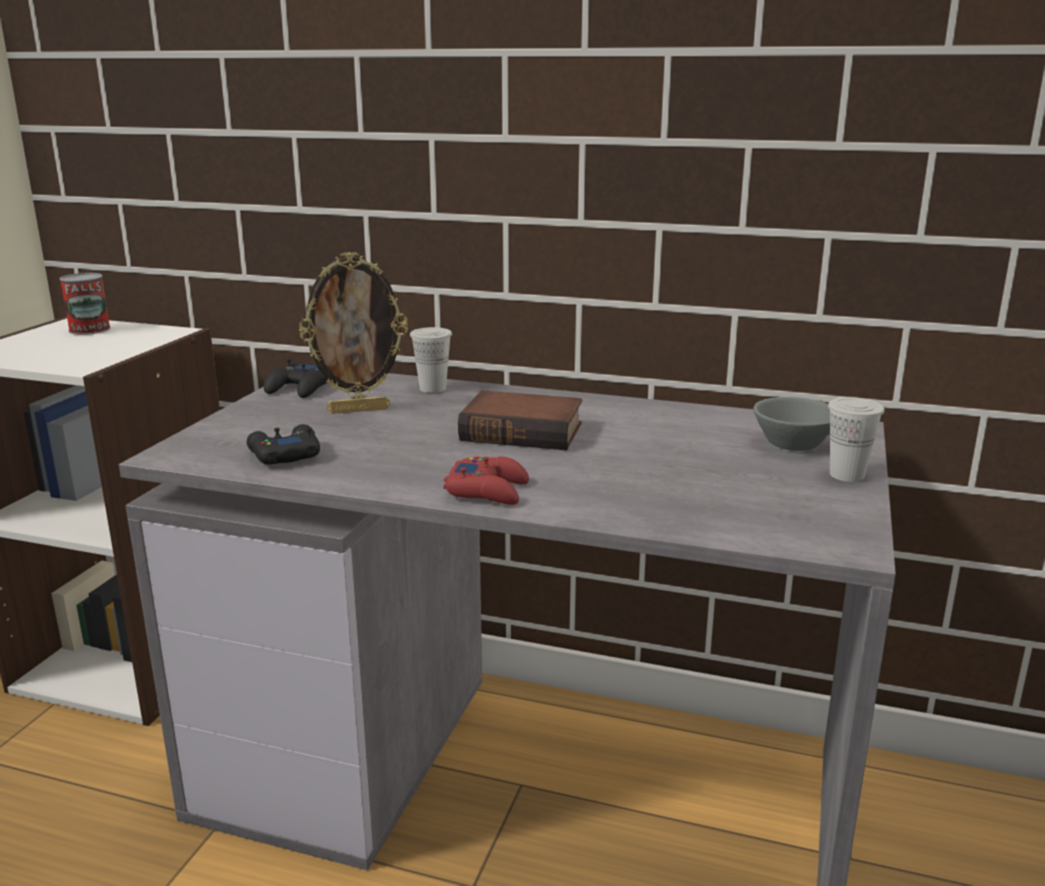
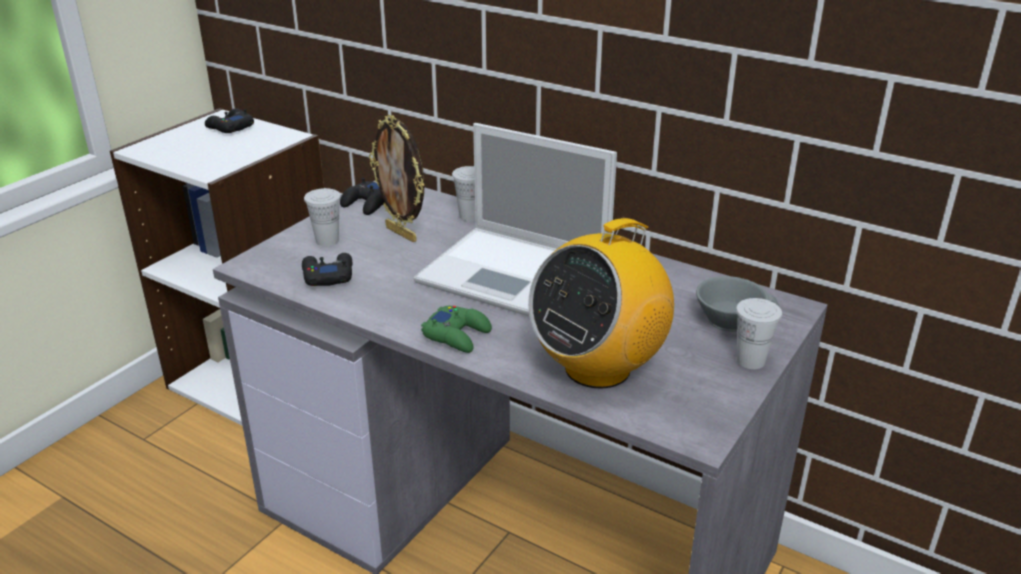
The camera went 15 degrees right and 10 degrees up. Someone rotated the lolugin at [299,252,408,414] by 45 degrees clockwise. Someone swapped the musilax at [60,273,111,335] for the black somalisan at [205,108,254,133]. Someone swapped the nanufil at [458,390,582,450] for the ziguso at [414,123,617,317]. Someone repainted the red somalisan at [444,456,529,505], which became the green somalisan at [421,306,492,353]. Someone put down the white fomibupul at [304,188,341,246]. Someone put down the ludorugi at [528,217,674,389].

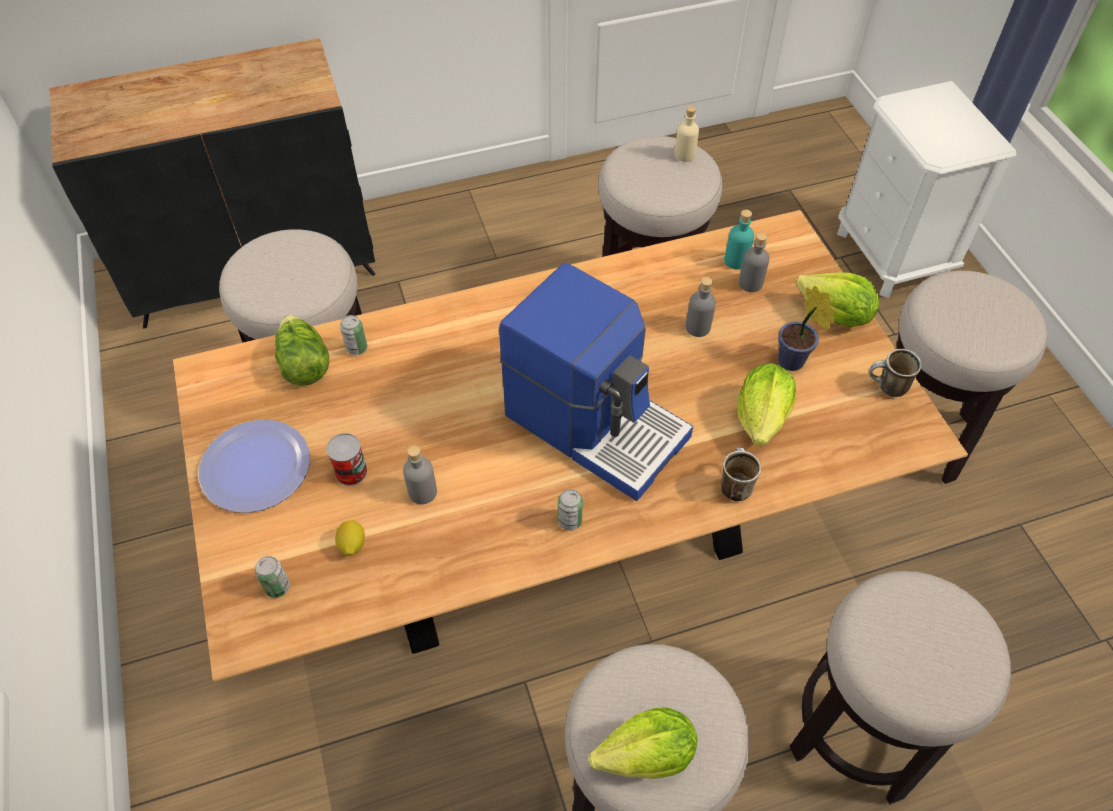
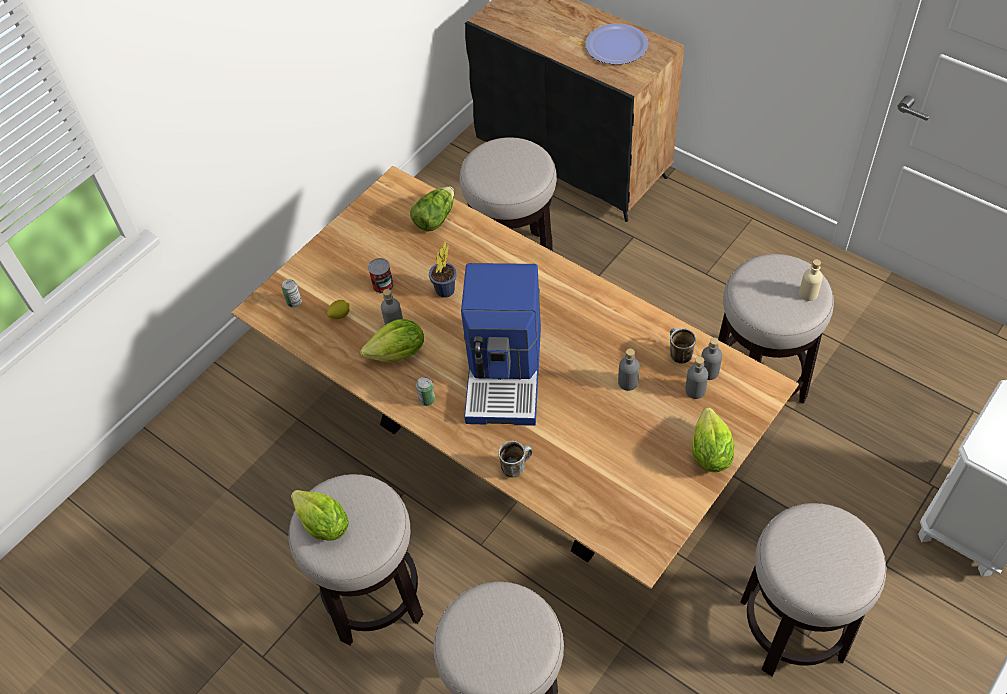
The camera went 60 degrees right and 0 degrees up. Someone repainted the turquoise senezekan at [724,210,754,269], which became the grey senezekan at [701,338,722,380]. Someone carried the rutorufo from [778,286,835,371] to [429,241,457,298]. Someone took away the musilax at [340,315,367,355]. Someone carried the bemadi from [870,349,922,397] to [670,328,696,364]. Someone carried the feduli from [737,363,796,447] to [360,319,424,362]. Someone carried the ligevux from [198,420,310,513] to [585,23,648,65].

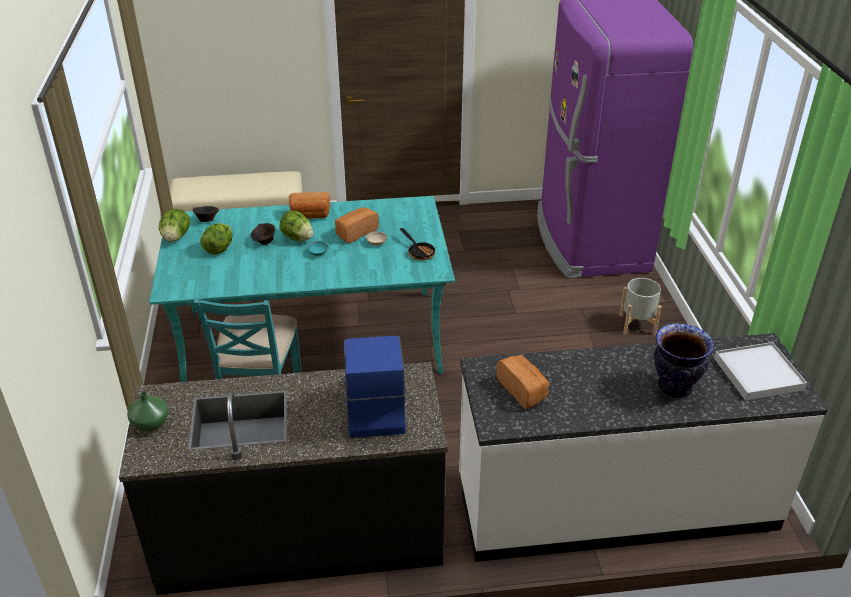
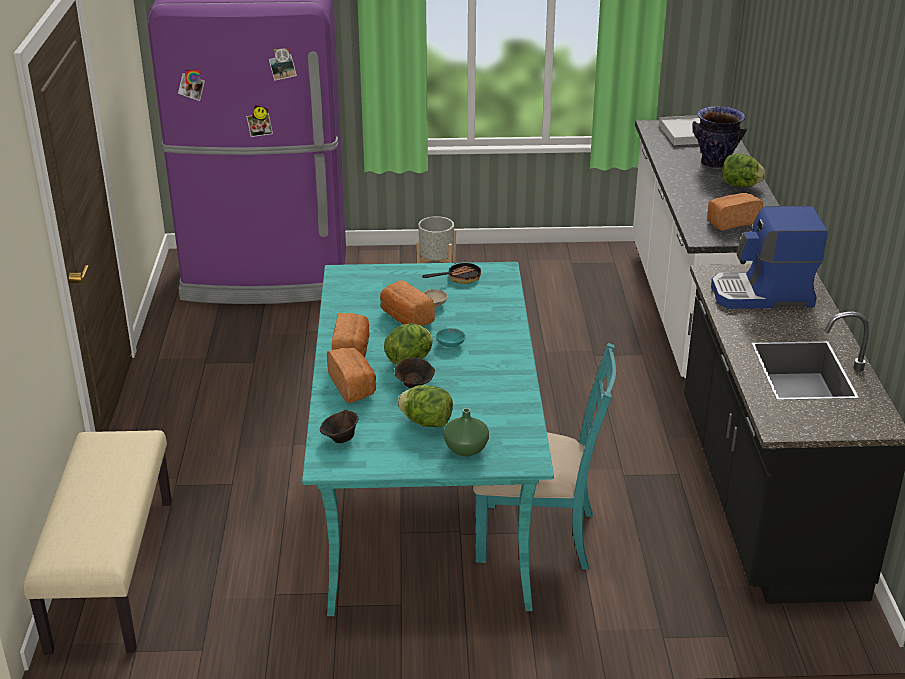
The camera went 85 degrees left and 5 degrees down. Someone carried the feduli from [159,209,191,242] to [722,153,766,187]. Someone carried the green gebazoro from [127,392,169,432] to [444,408,489,456]. Someone put down the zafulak at [327,348,376,403].

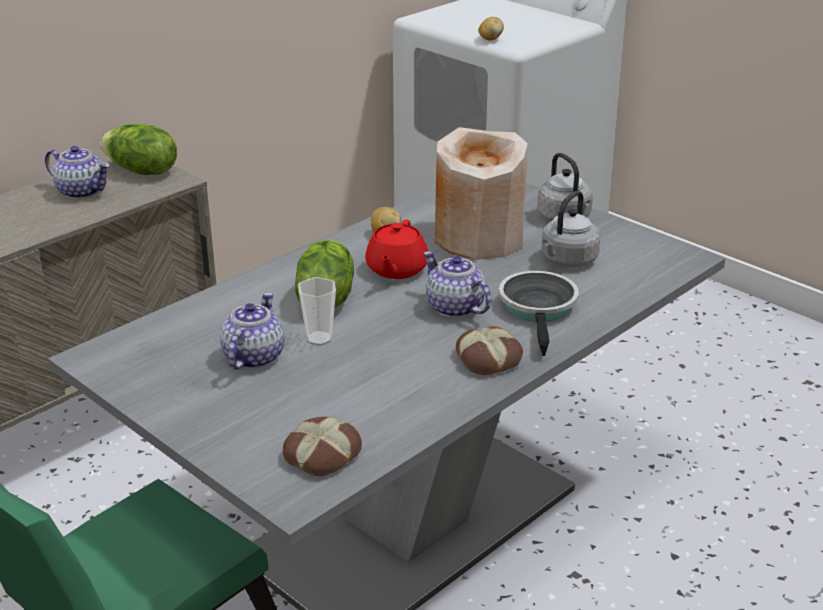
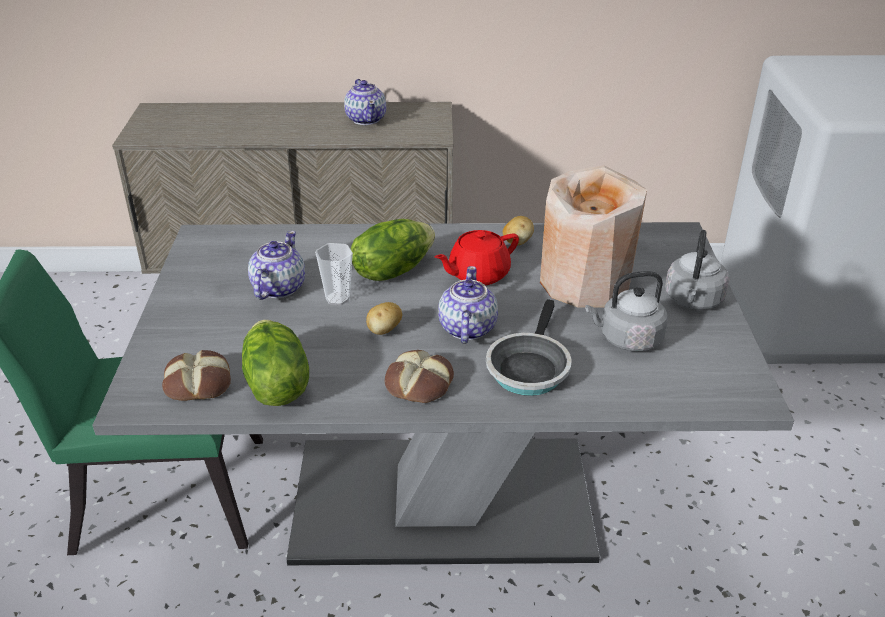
The camera went 45 degrees right and 5 degrees up. Someone carried the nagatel from [478,17,504,41] to [366,302,402,335]. Someone carried the feduli from [100,124,177,175] to [242,320,309,406]. Someone rotated the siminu at [499,271,579,356] by 150 degrees clockwise. Someone rotated the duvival at [220,292,285,370] by 45 degrees counterclockwise.

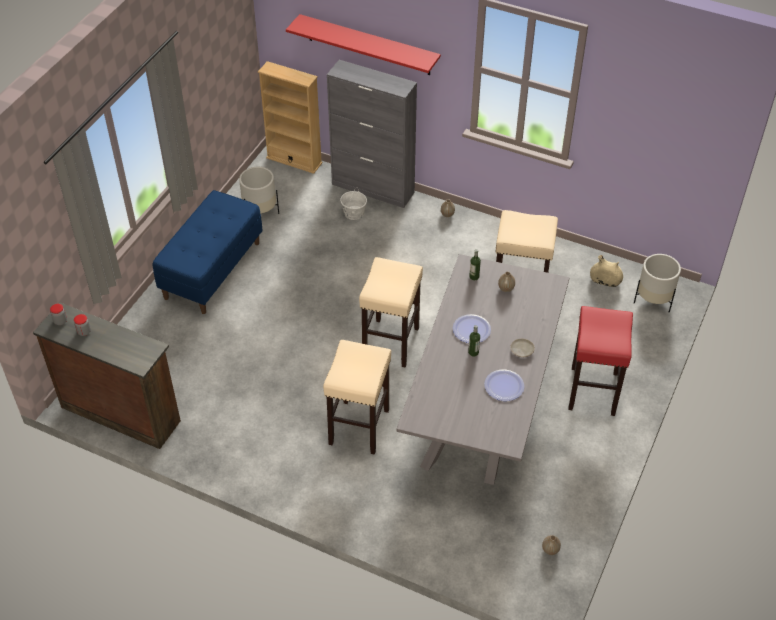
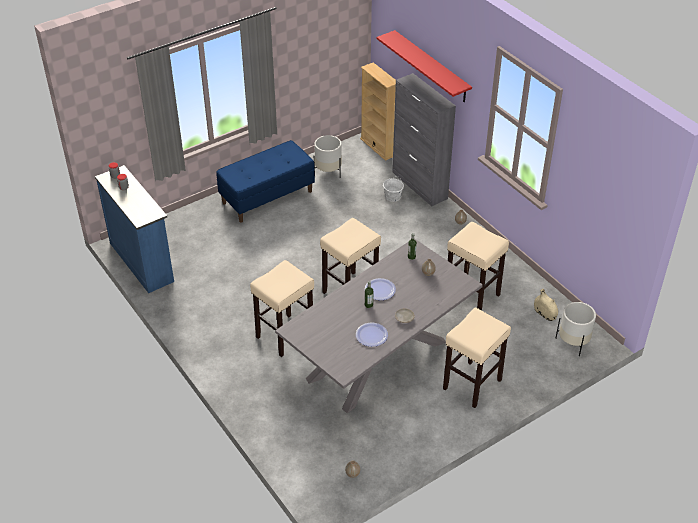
The camera went 30 degrees right and 5 degrees down. Someone repainted the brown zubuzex at [33,303,181,449], which became the blue zubuzex at [95,165,174,293]. Someone repainted the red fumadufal at [568,306,633,416], which became the beige fumadufal at [443,307,511,408].

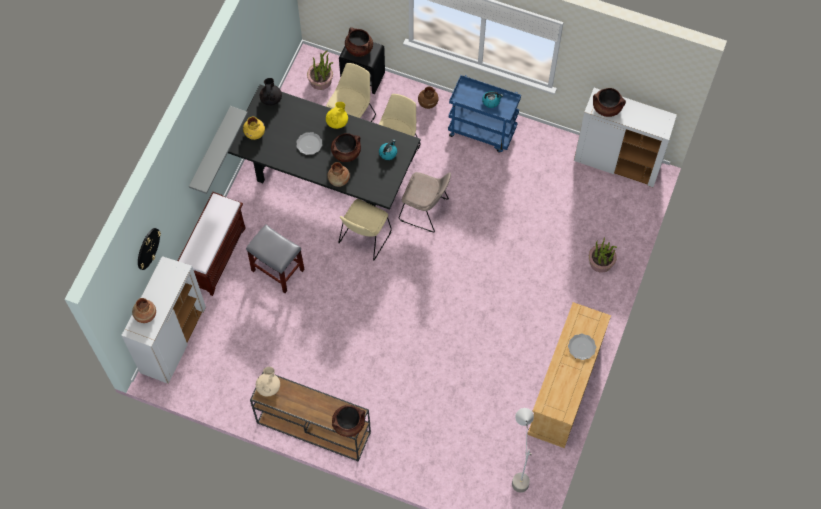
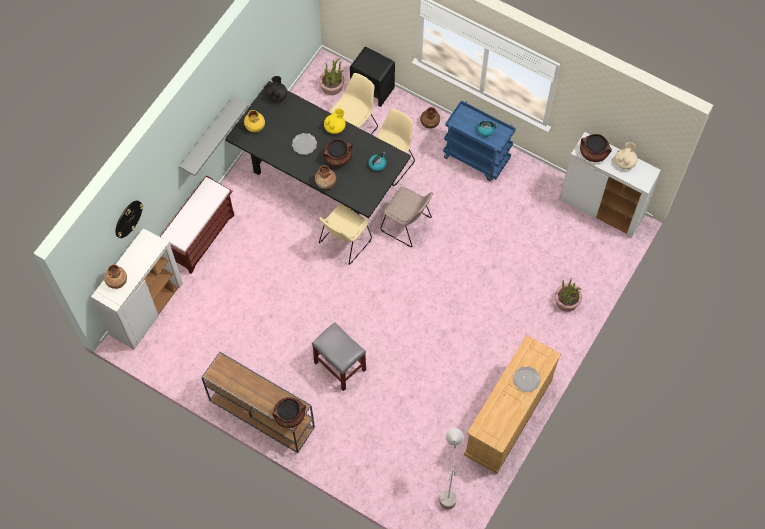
The camera went 10 degrees right and 0 degrees up. Someone took away the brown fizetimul at [345,27,373,57]. Someone carried the grey fumadufal from [246,224,304,293] to [312,322,366,391]. Someone carried the beige duvival from [256,367,280,397] to [615,142,637,169].

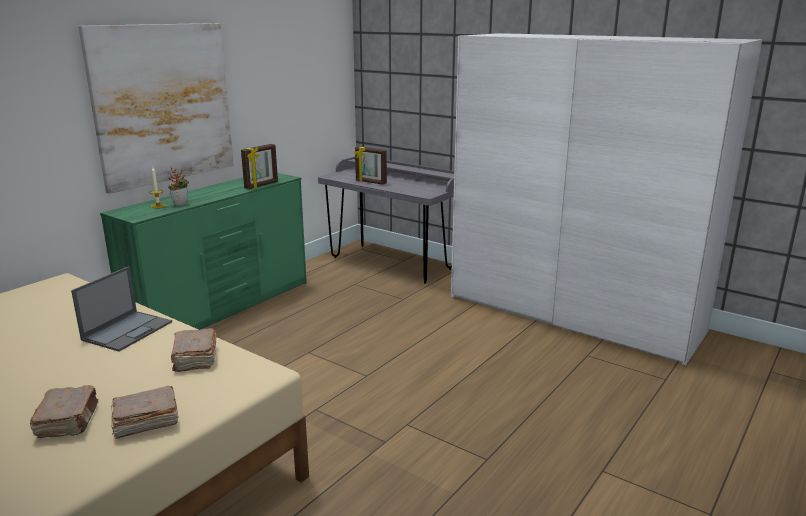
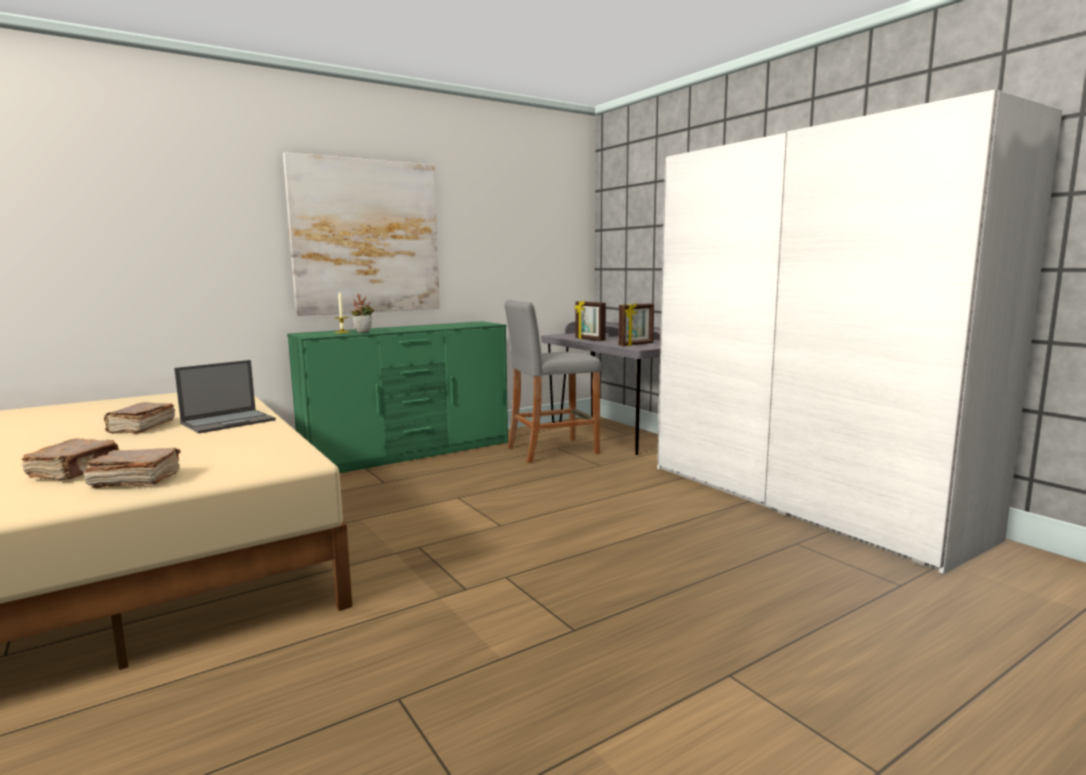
The camera went 20 degrees right and 10 degrees down. Someone carried the lolugin from [241,144,278,189] to [619,303,654,346]. Someone carried the brown nanufil from [171,328,216,372] to [104,402,175,434]. Someone put down the grey fumadufal at [505,300,601,463].

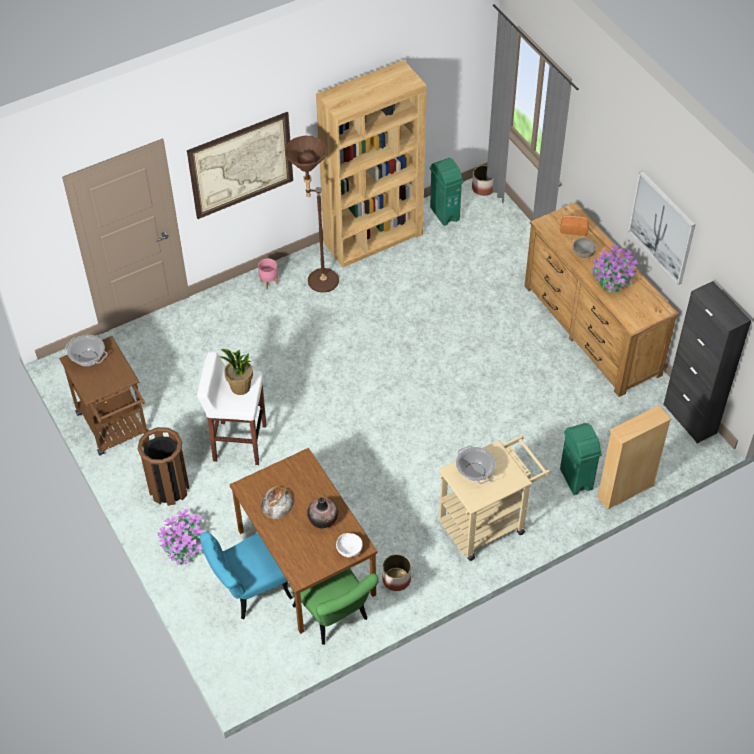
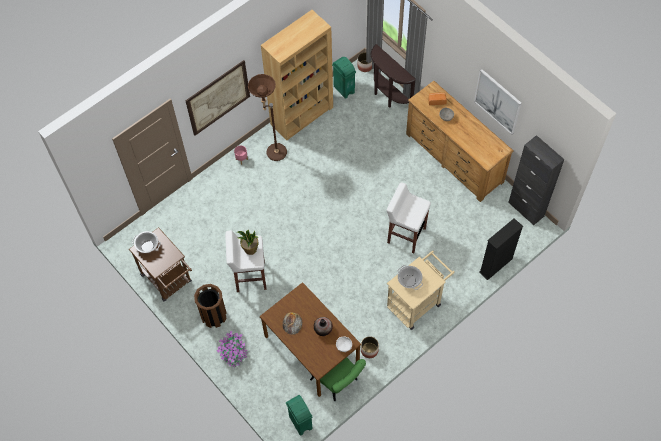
The camera went 10 degrees left and 10 degrees up. Someone took away the rutorufo at [591,245,638,293]. Someone repainted the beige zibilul at [596,405,671,510], which became the black zibilul at [479,218,523,280]. Someone carried the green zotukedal from [560,423,602,495] to [286,395,313,436]. Someone took away the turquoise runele at [200,532,293,619]. Someone put down the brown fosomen at [371,44,416,108]. Someone put down the white fumadufal at [386,182,431,253].

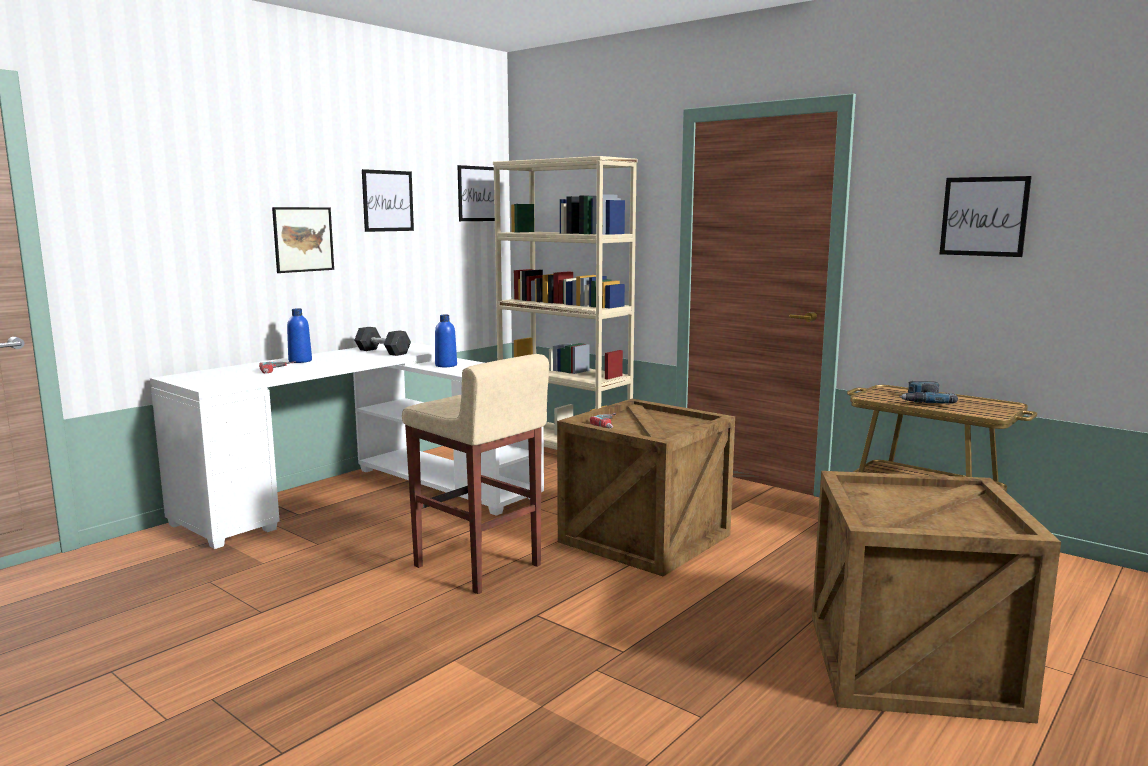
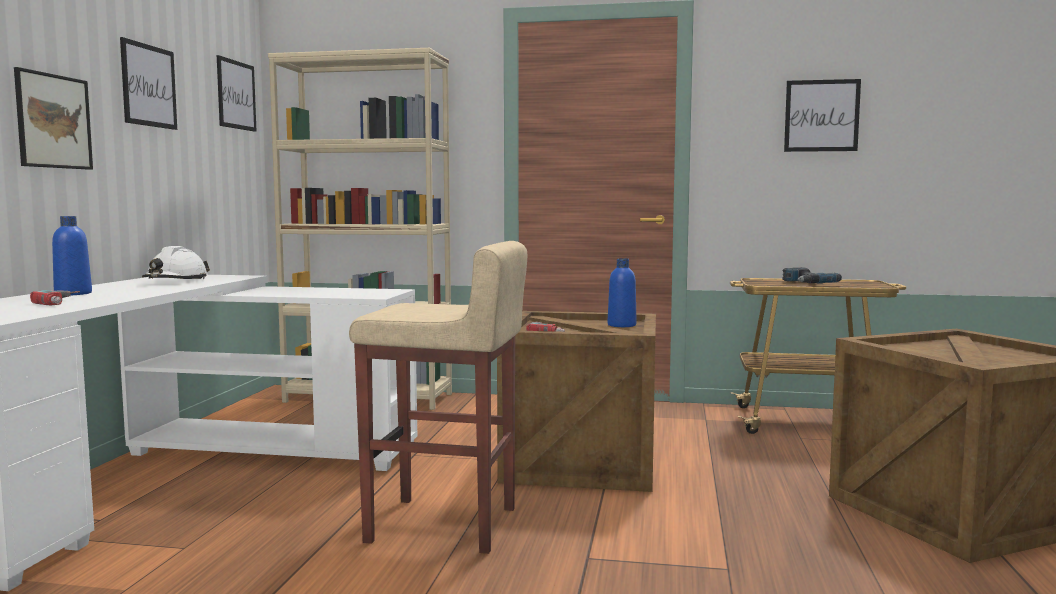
The camera went 30 degrees left and 5 degrees down. Someone carried the blue senezekan from [435,315,457,367] to [608,258,636,327]. Someone swapped the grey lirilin at [354,327,411,356] for the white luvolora at [142,246,210,279].

